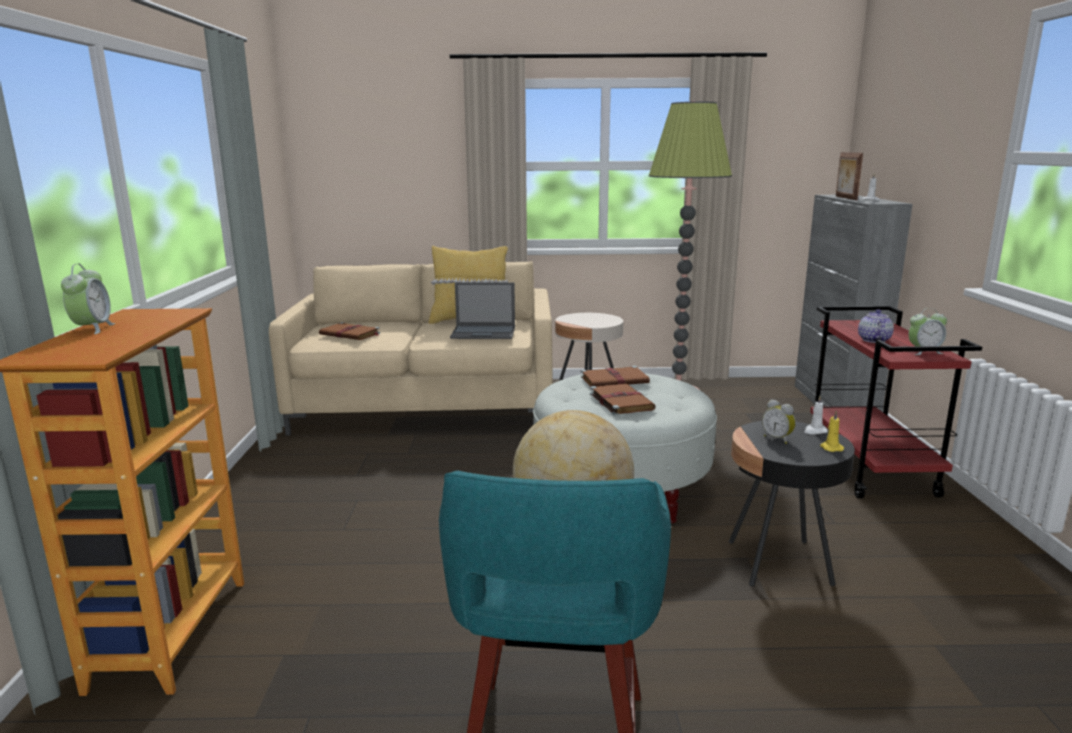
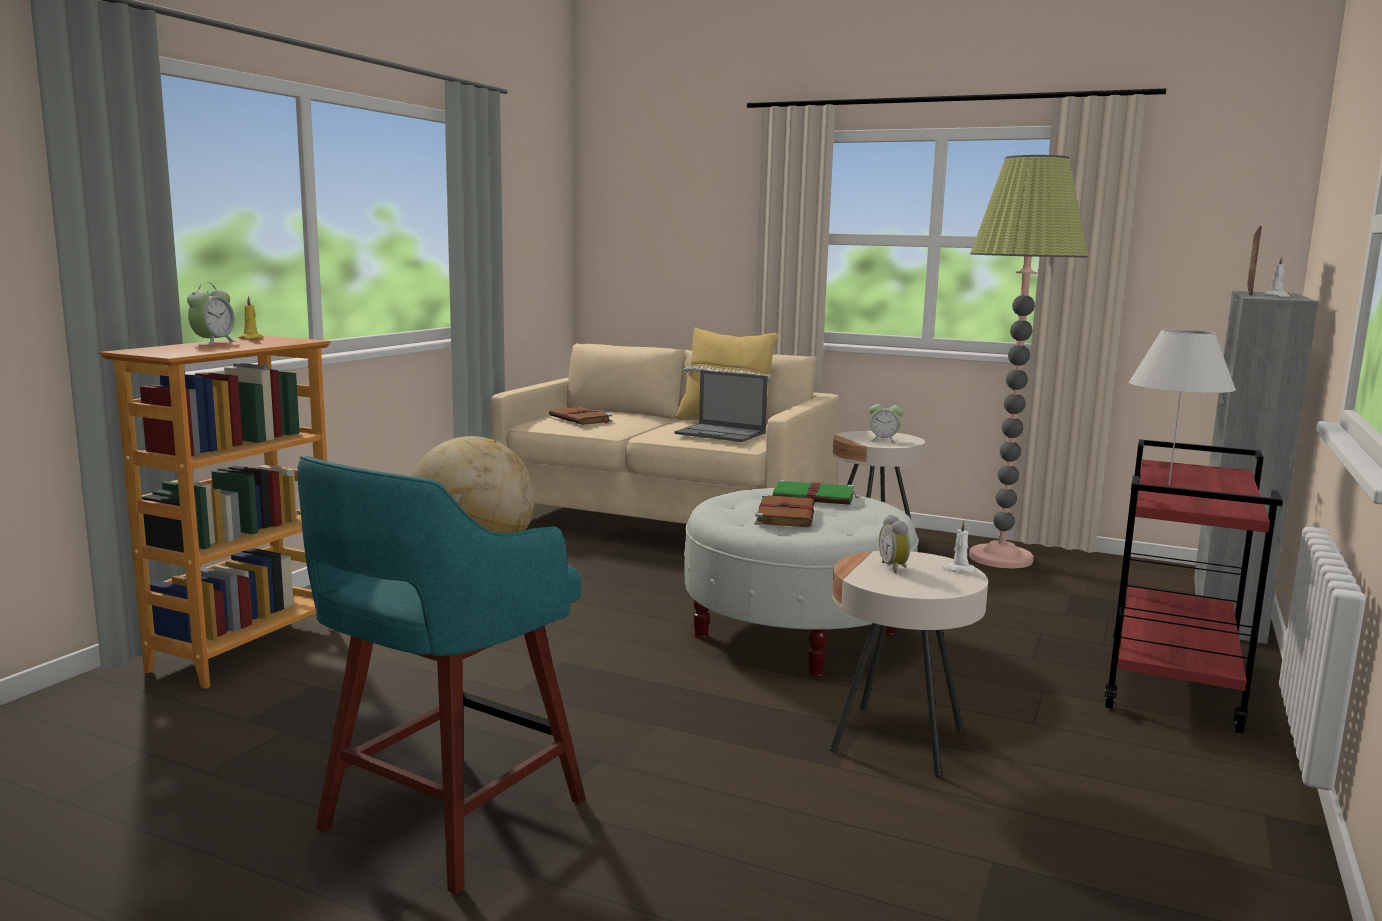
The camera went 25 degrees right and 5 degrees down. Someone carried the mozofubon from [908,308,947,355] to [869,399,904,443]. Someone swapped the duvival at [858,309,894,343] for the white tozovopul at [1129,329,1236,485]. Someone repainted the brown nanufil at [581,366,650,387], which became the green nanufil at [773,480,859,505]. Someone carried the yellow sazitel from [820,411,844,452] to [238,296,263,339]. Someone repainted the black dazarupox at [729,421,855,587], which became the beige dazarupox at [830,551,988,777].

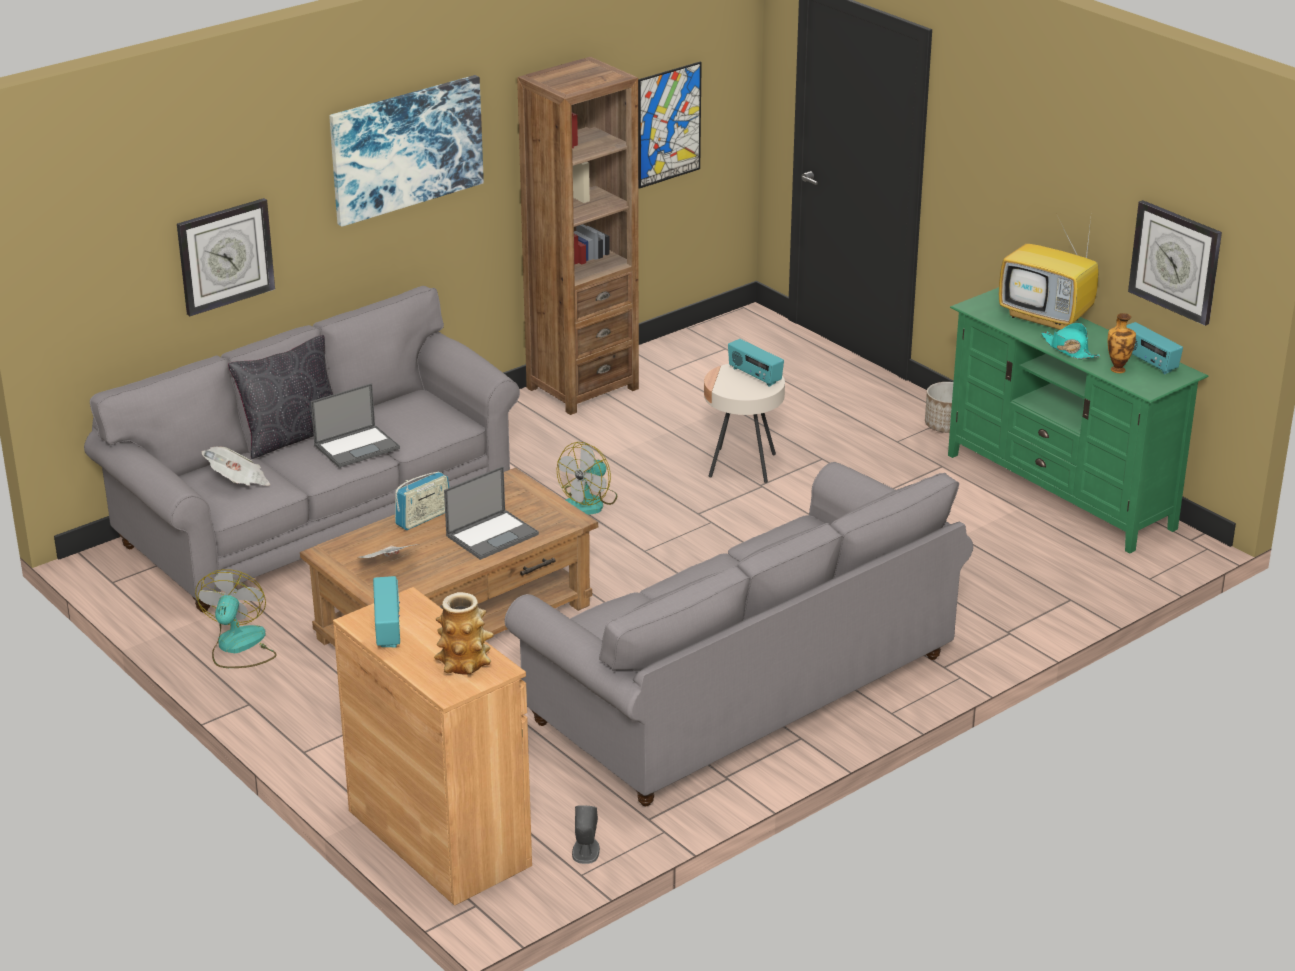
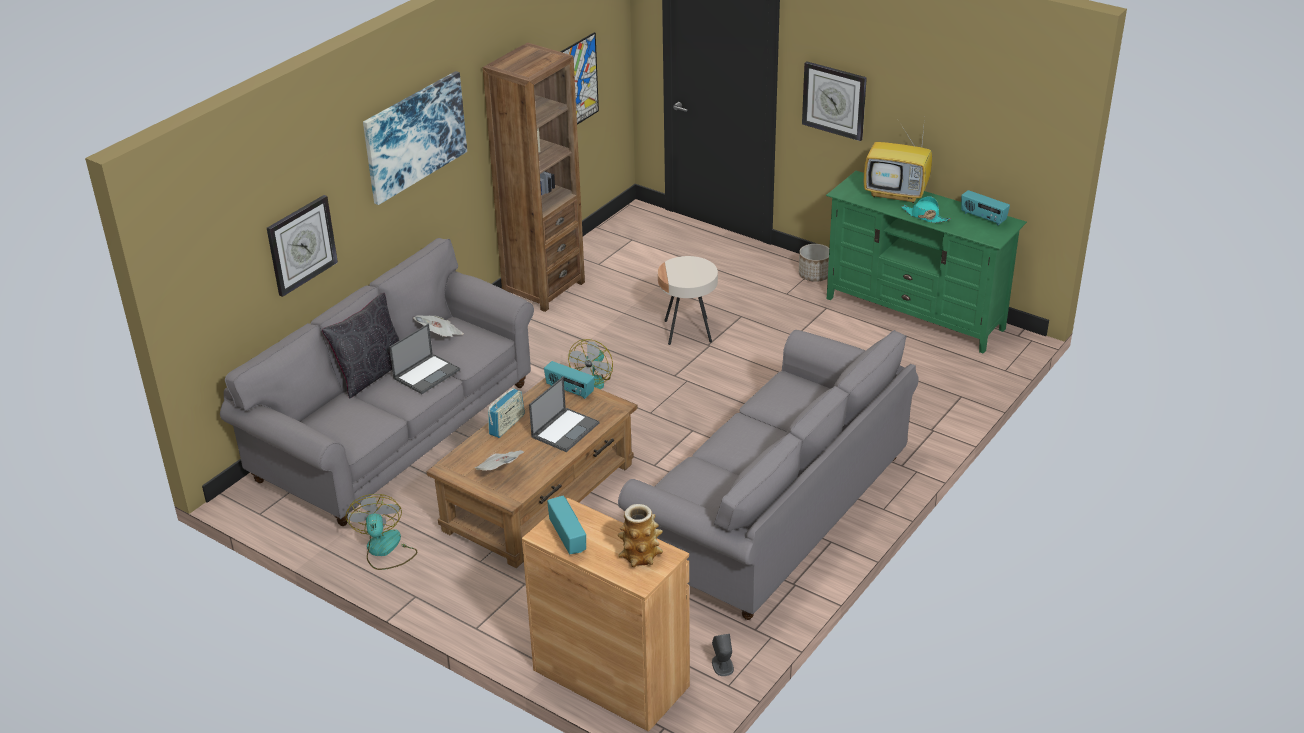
The camera went 15 degrees left and 5 degrees up. Someone carried the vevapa from [1128,200,1222,326] to [802,61,867,141]. Someone took away the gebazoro at [1108,313,1136,373]. Someone carried the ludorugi from [728,339,784,387] to [544,361,595,399]. Someone carried the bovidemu from [201,447,271,486] to [413,315,464,337].

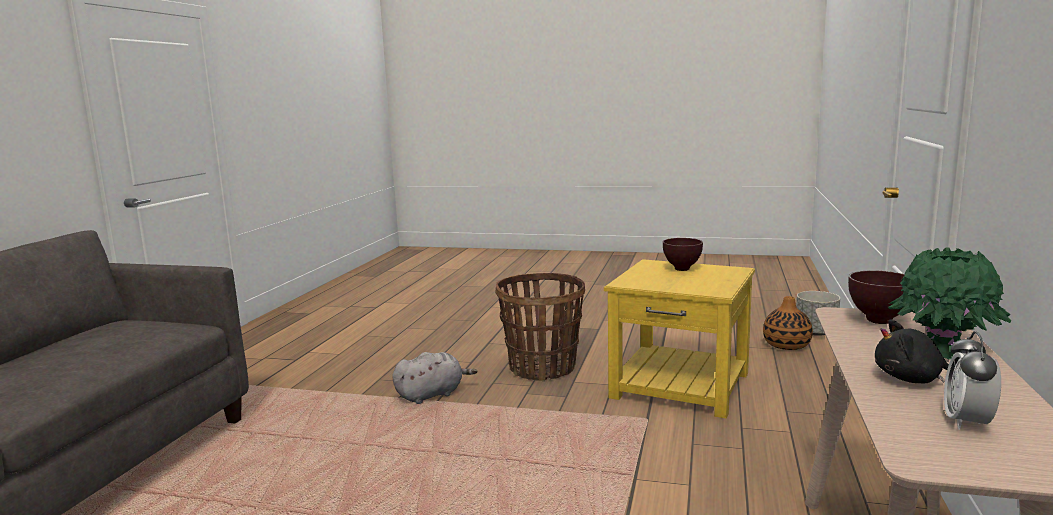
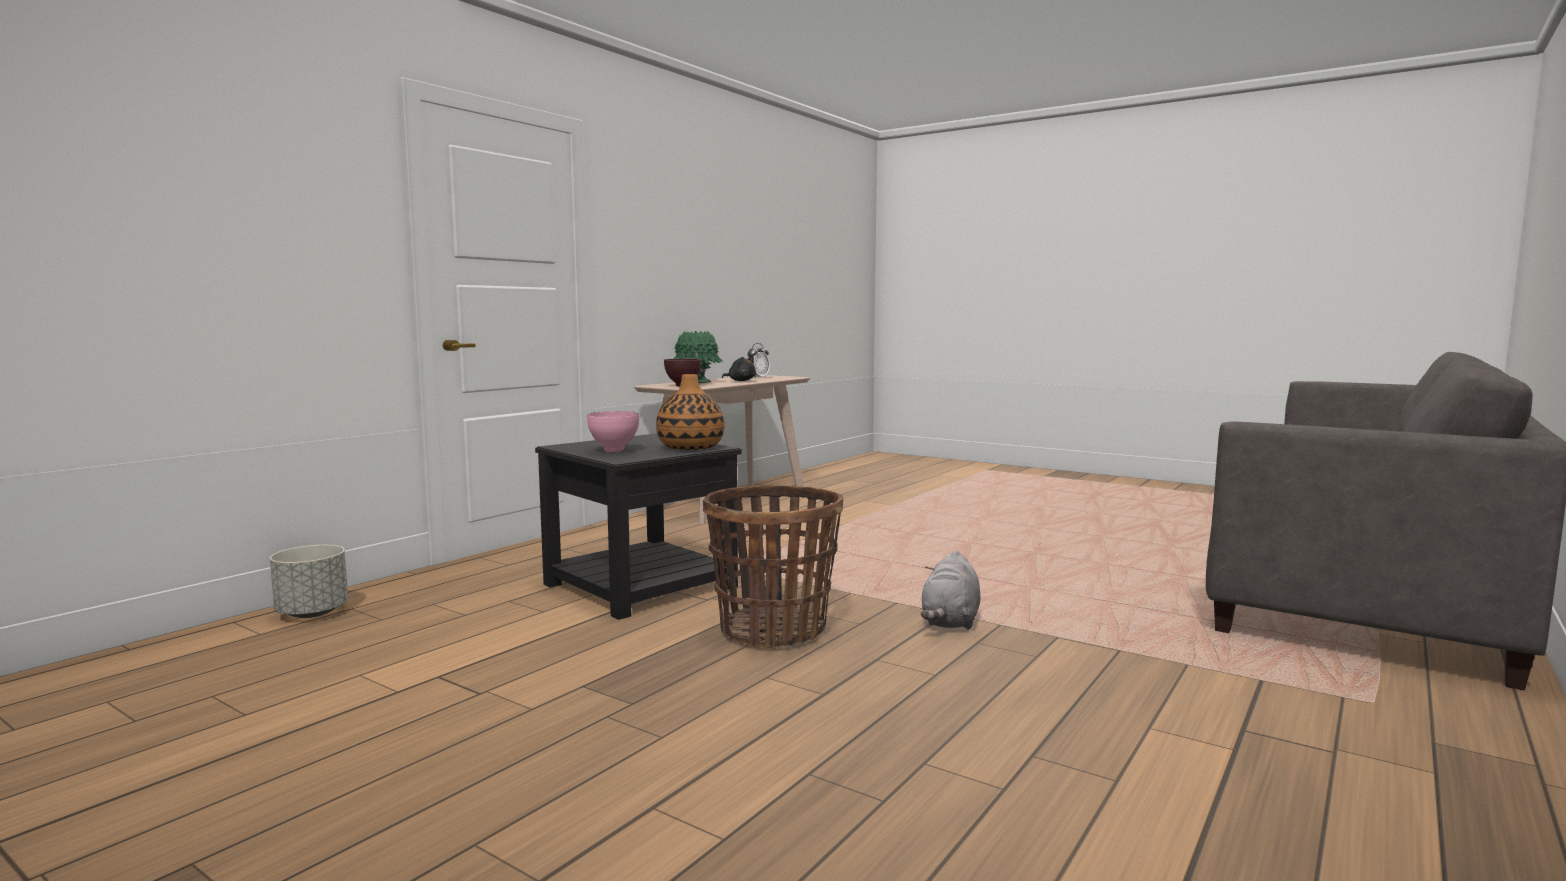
The camera went 160 degrees left and 5 degrees down. Someone repainted the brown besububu at [663,238,703,271], which became the pink besububu at [587,411,639,452]. Someone repainted the yellow dazarupox at [604,259,755,418], which became the black dazarupox at [535,434,742,620]. Someone carried the gebazoro from [763,296,813,350] to [656,374,725,450]. Someone rotated the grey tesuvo at [392,352,477,404] by 60 degrees counterclockwise.

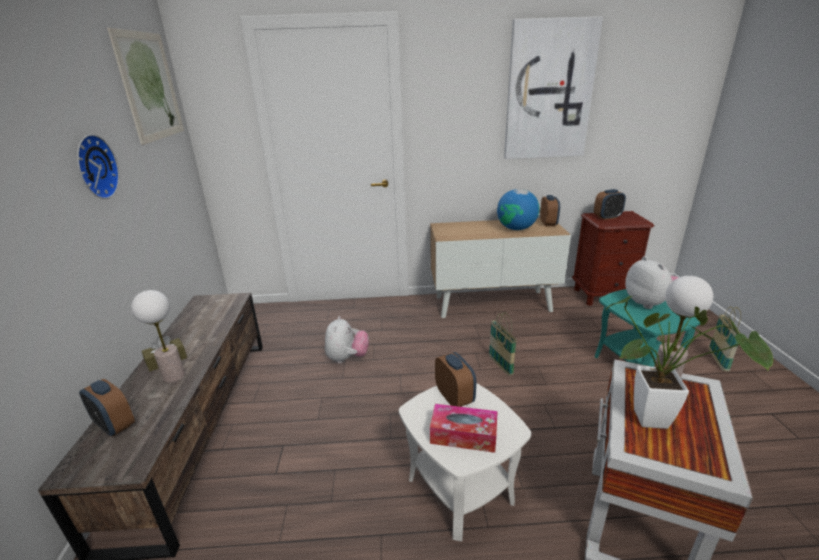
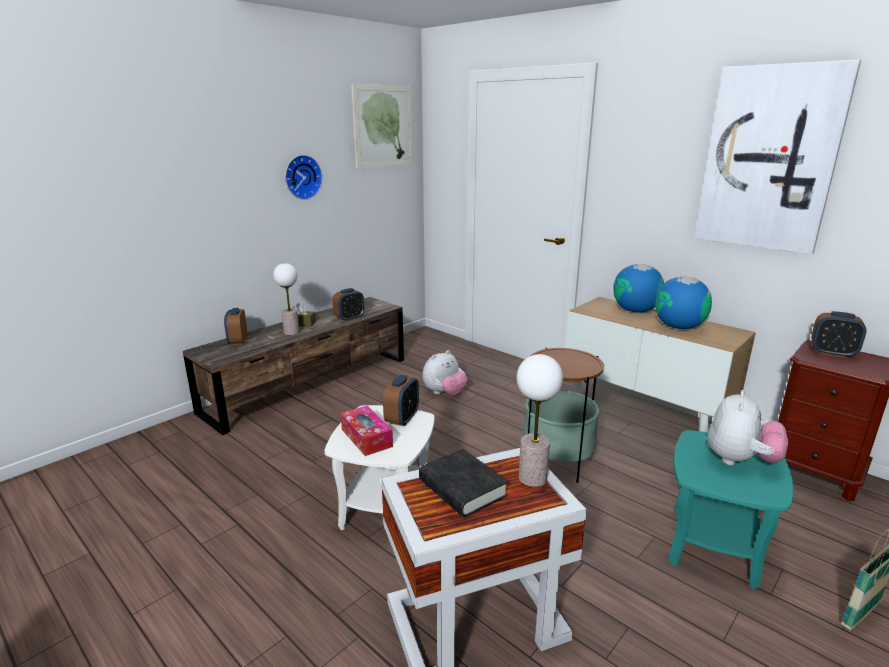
The camera went 45 degrees right and 5 degrees down. Someone carried the mozofubon from [540,195,560,226] to [332,288,364,322]. Someone swapped the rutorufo at [605,296,773,429] for the black nanufil at [419,449,508,517]. Someone swapped the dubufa at [489,312,517,376] for the dazarupox at [523,348,604,483]. Someone put down the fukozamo at [613,264,664,313].

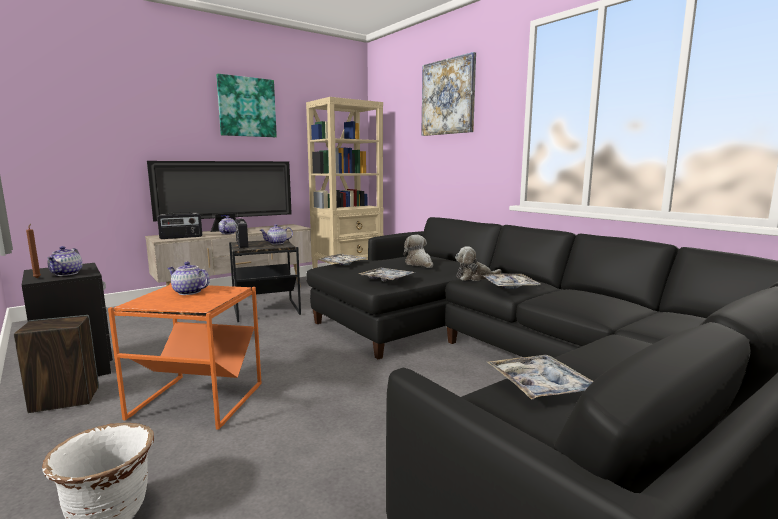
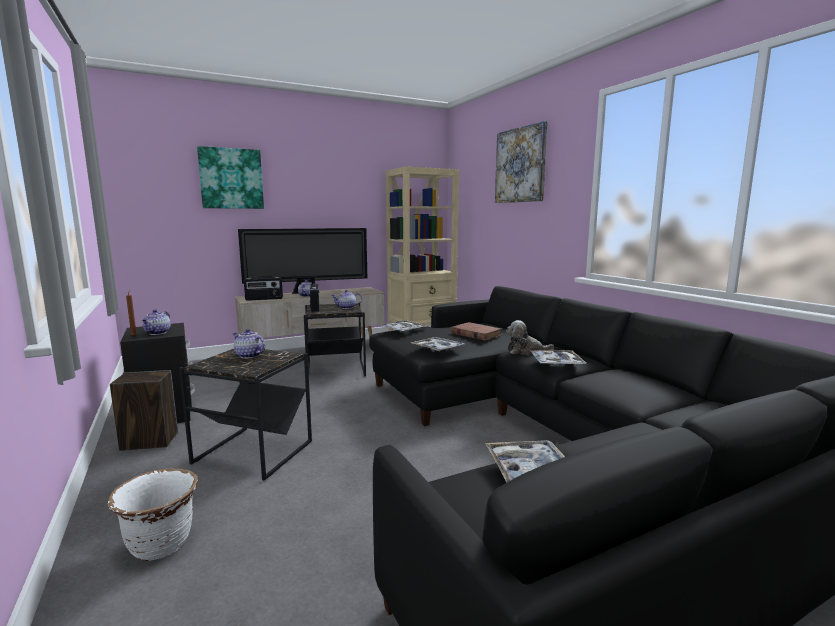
The camera went 10 degrees right and 0 degrees up. Someone carried the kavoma from [216,74,277,137] to [197,146,264,209]. Someone swapped the tesuvo at [403,235,433,268] for the brown nanufil at [451,322,502,341]. Someone repainted the orange dazarupox at [108,283,262,430], which became the black dazarupox at [179,349,312,480].

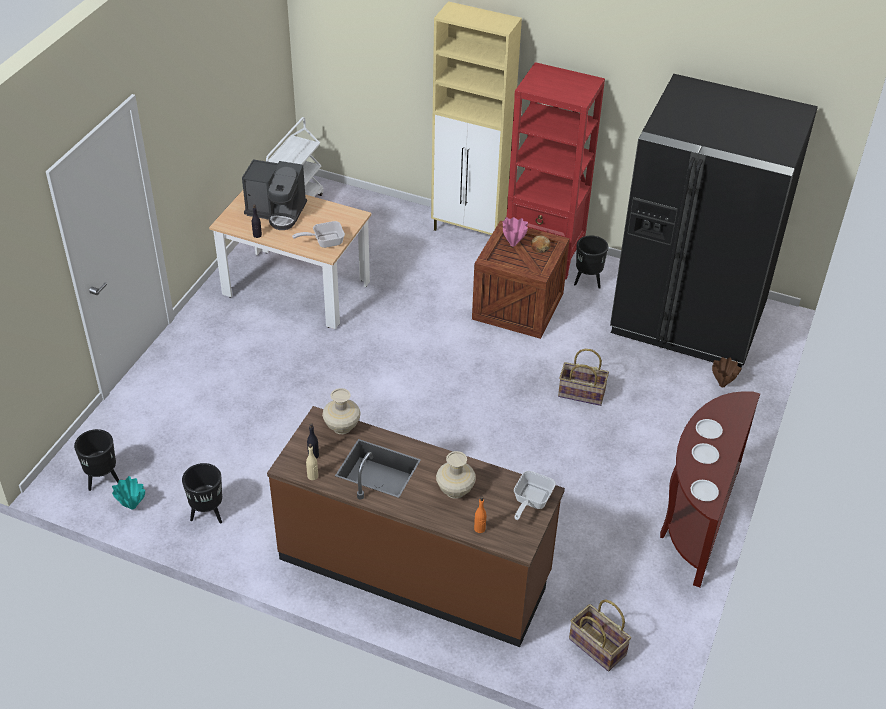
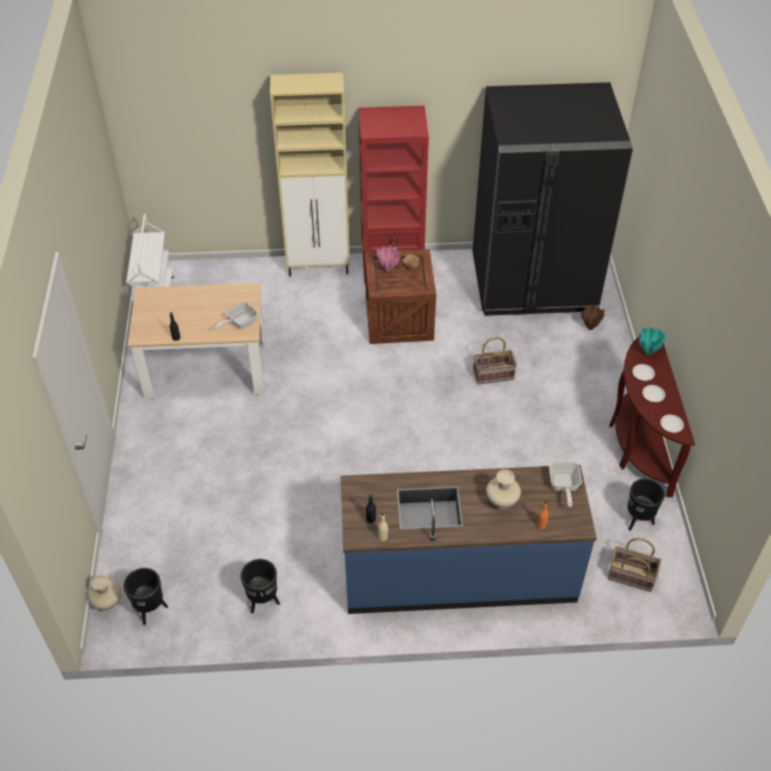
The camera went 25 degrees left and 5 degrees up. Someone took away the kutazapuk at [242,159,307,230]. Someone carried the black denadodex from [574,236,608,289] to [627,478,665,531]. Someone carried the beige gebazoro from [322,388,361,434] to [88,575,121,610]. Someone repainted the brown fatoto at [267,406,565,647], which became the blue fatoto at [341,465,597,614]. Someone carried the turquoise gebazoro from [112,476,145,510] to [639,327,666,355].

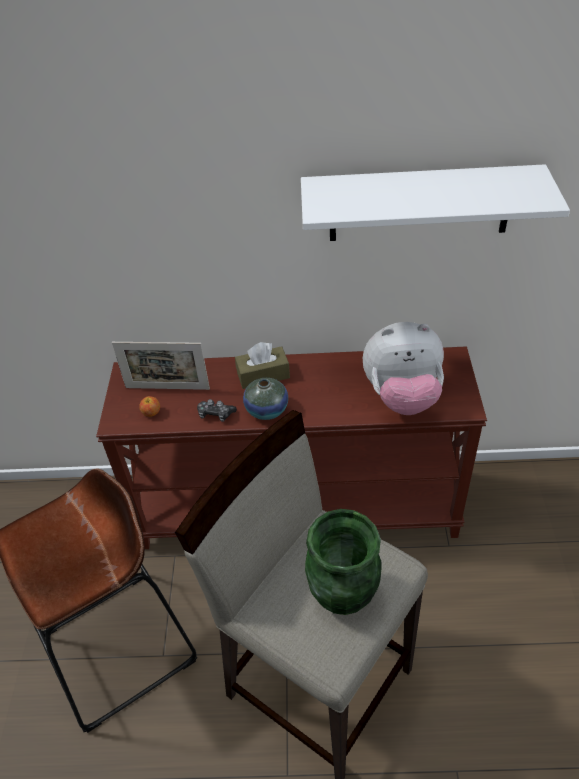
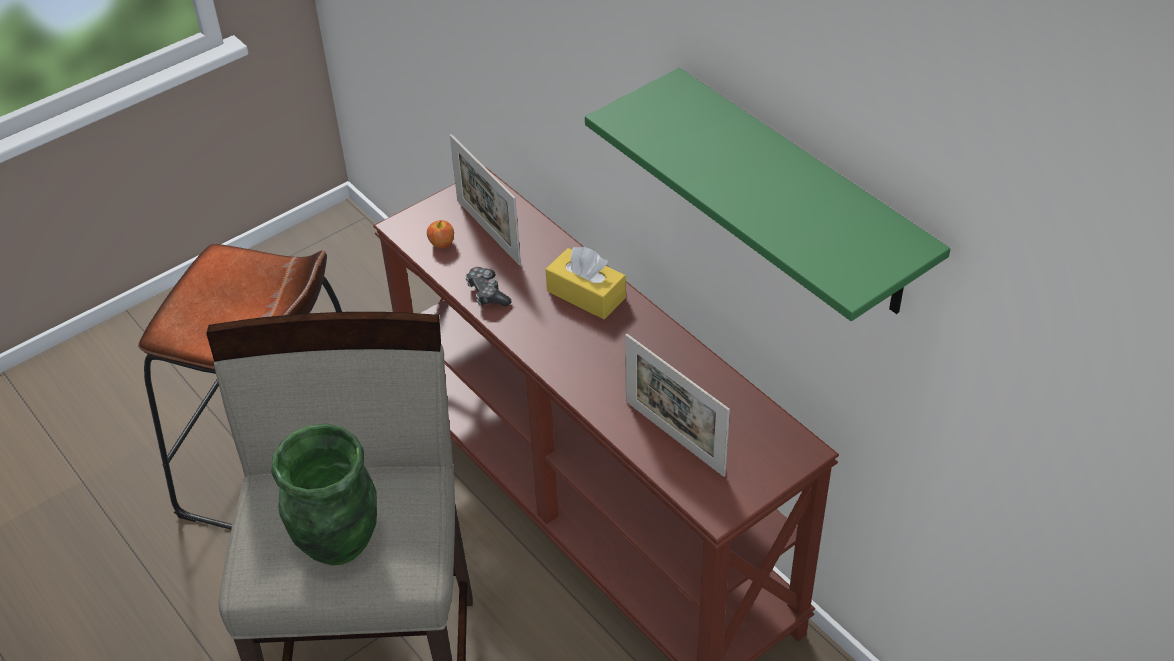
The camera went 50 degrees right and 0 degrees up. Someone repainted the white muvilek at [301,164,570,241], which became the green muvilek at [585,68,951,321]. Someone swapped the tesuvo at [363,322,444,415] for the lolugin at [625,334,730,477]. Someone repainted the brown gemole at [235,342,290,389], which became the yellow gemole at [545,247,626,319]. Someone took away the gebazoro at [243,378,288,420].

